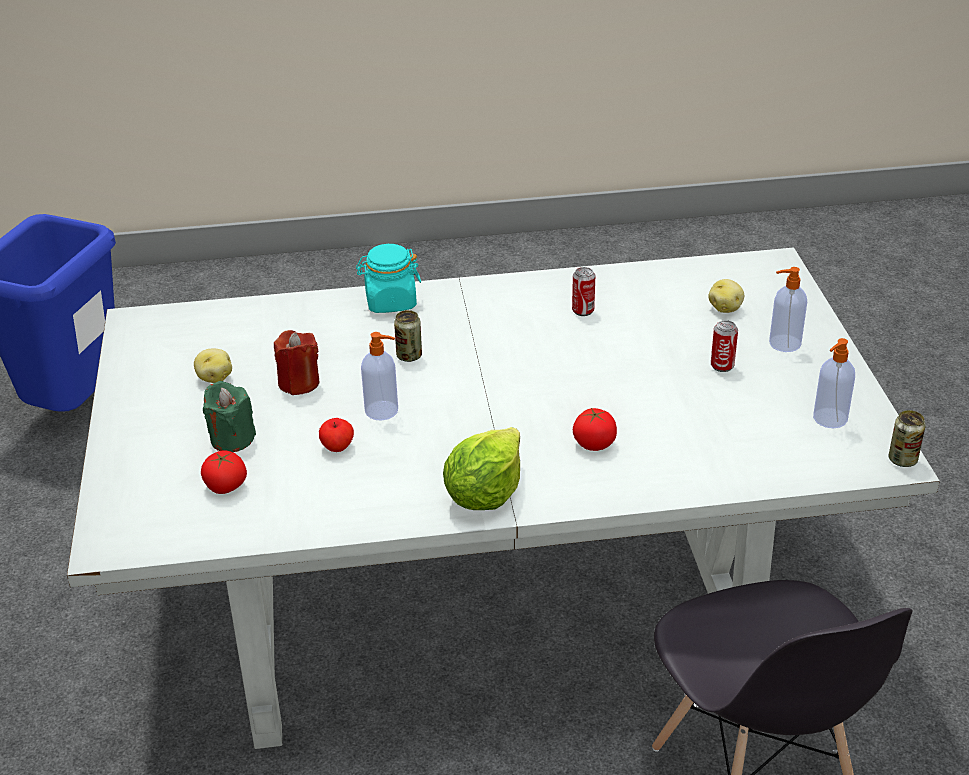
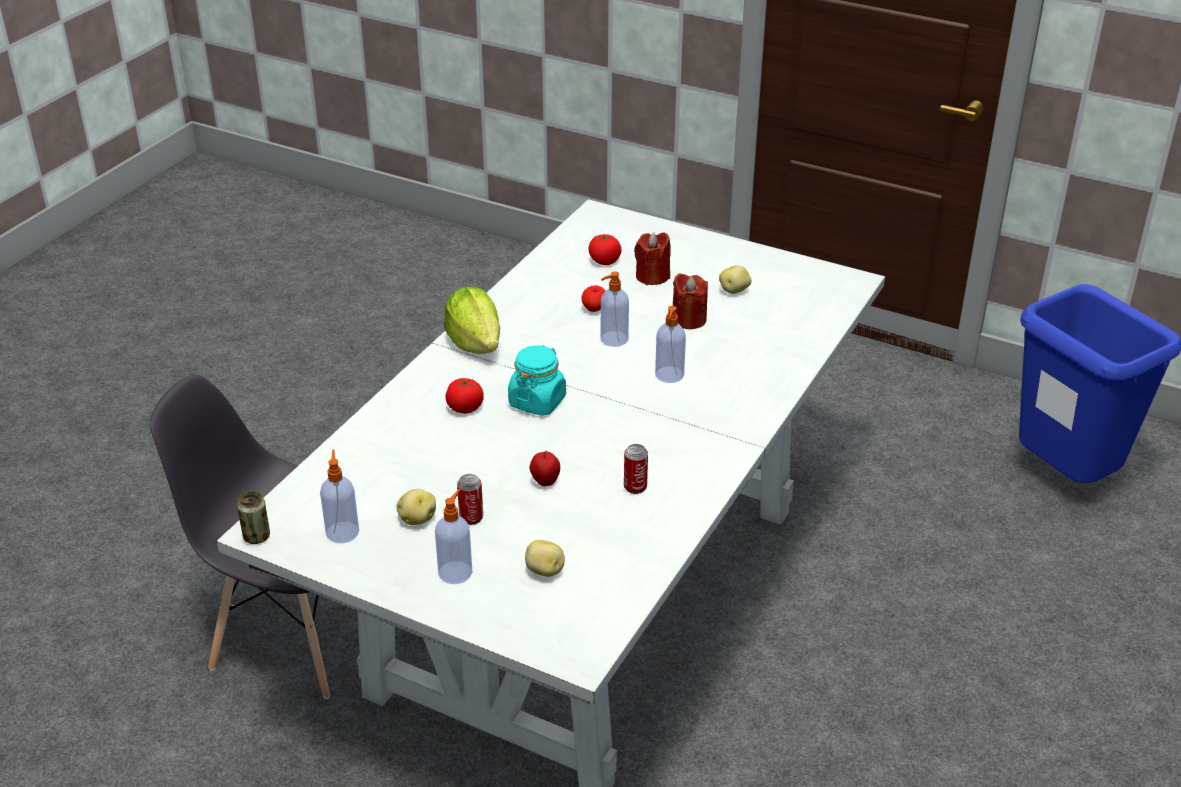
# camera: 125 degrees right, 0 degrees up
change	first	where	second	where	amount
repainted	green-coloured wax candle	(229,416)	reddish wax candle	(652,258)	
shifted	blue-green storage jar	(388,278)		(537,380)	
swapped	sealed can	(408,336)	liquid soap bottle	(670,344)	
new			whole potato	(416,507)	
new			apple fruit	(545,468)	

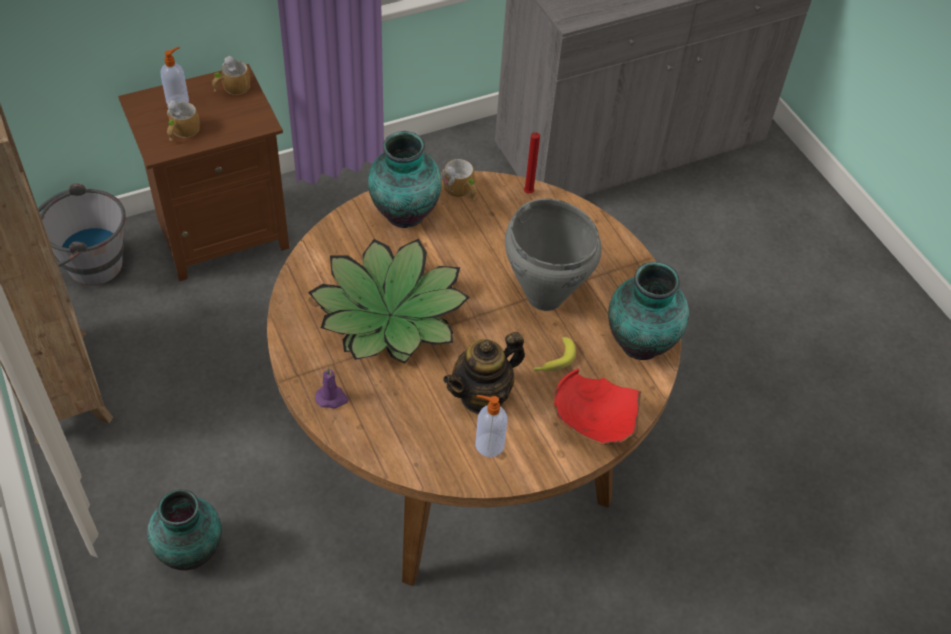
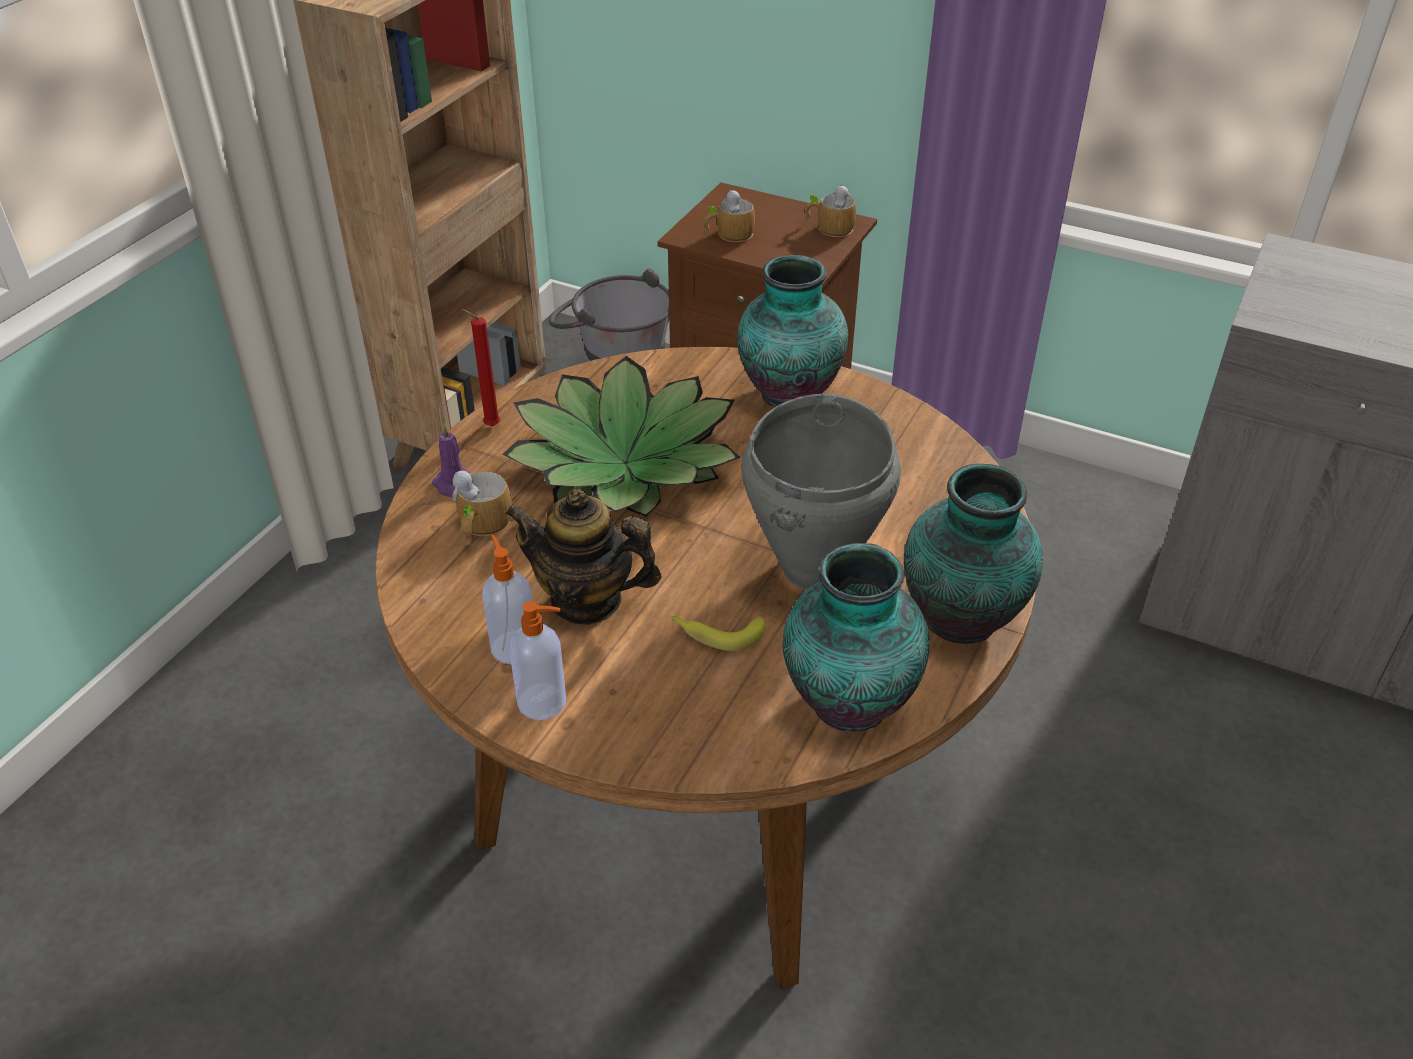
# camera: 55 degrees right, 10 degrees down
change	first	where	second	where	amount
shifted	vase	(184,529)		(973,554)	
shifted	liquid soap bottle	(175,76)		(538,660)	
shifted	tea mug	(459,180)		(482,508)	
shifted	reddish wax candle	(532,163)		(480,367)	
gone	reddish serving bowl	(597,407)			

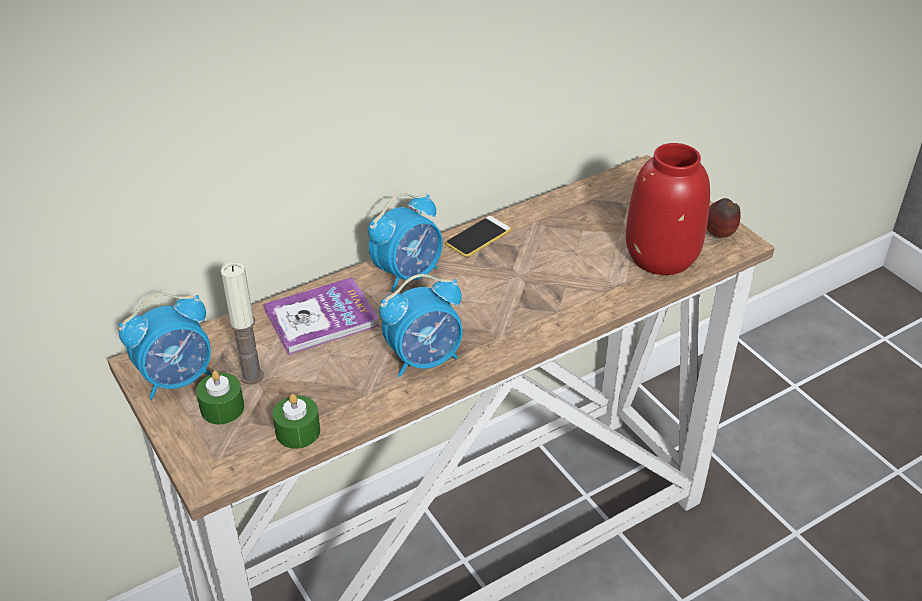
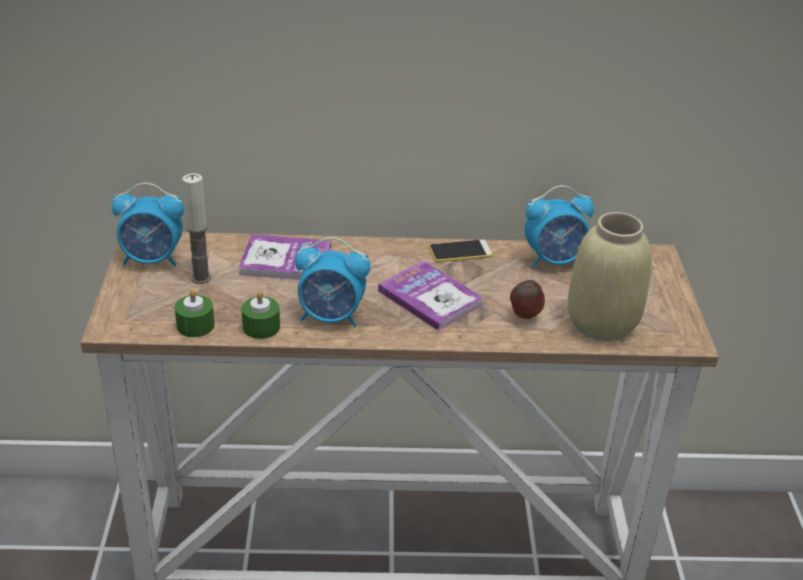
# camera: 30 degrees right, 5 degrees down
change	first	where	second	where	amount
shifted	green-coloured wax candle	(220,397)		(260,315)	
shifted	table clock	(405,243)		(559,227)	
repainted	reddish vase	(668,209)	beige vase	(610,276)	
shifted	apple fruit	(724,218)		(527,299)	
new			bound book	(431,296)	

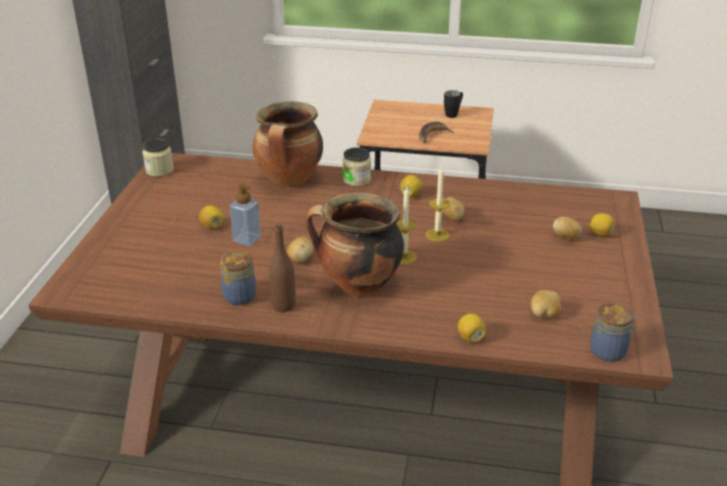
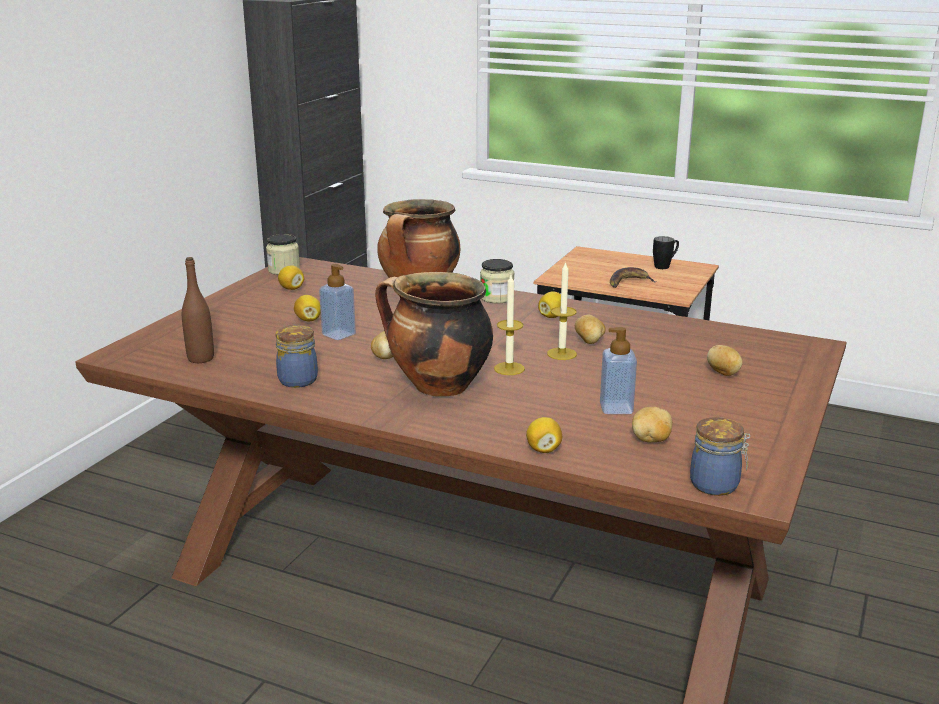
# camera: 15 degrees right, 10 degrees down
change	first	where	second	where	amount
shifted	brown drink bottle	(282,268)		(198,310)	
shifted	lemon	(602,225)		(291,278)	
new			liquid soap bottle	(618,370)	

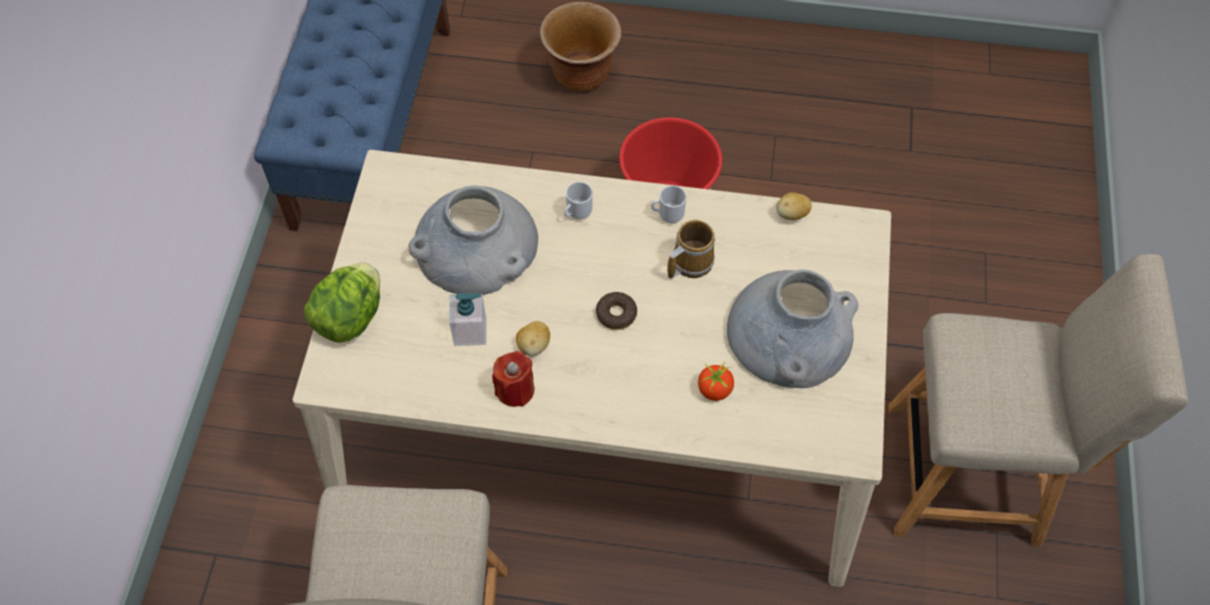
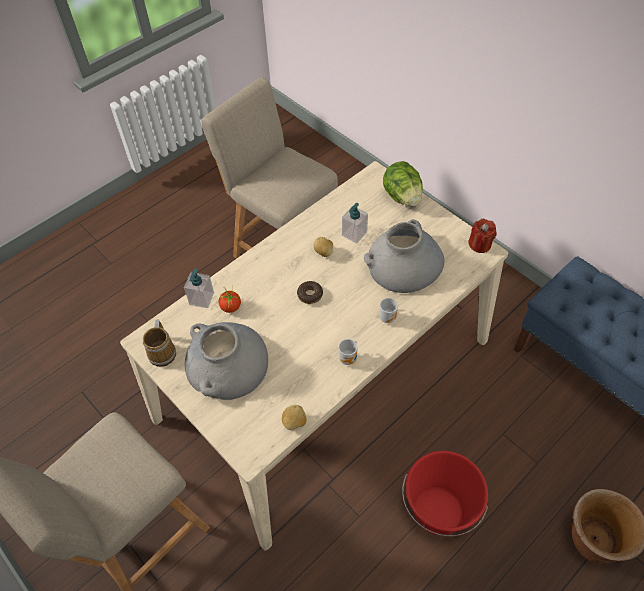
# camera: 130 degrees right, 5 degrees down
change	first	where	second	where	amount
shifted	reddish wax candle	(513,379)		(482,236)	
shifted	tea mug	(691,249)		(159,343)	
new			liquid soap bottle	(199,288)	

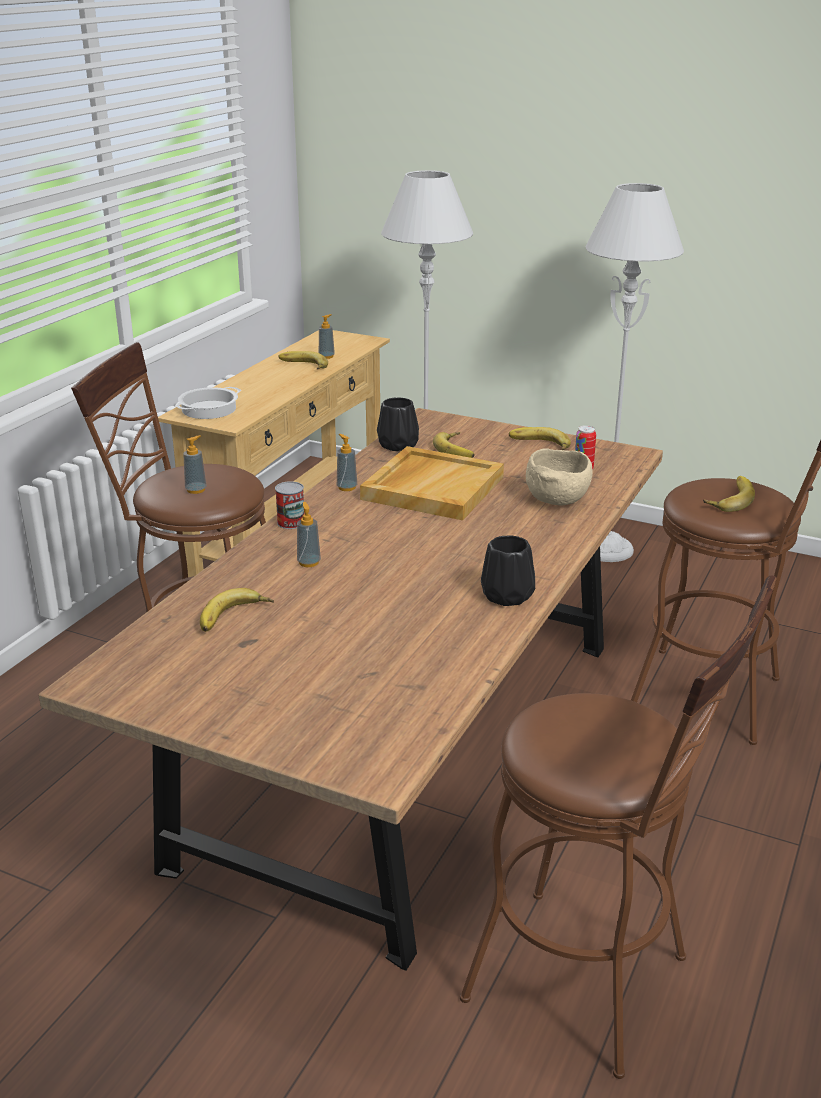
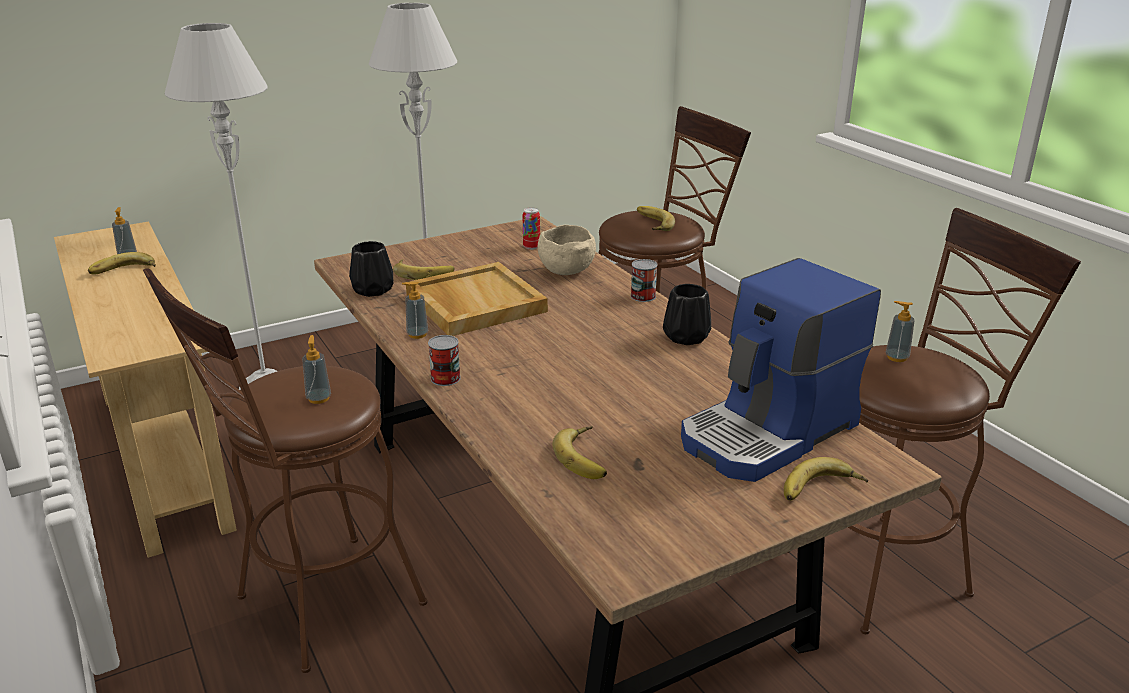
# camera: 55 degrees left, 0 degrees up
change	first	where	second	where	amount
gone	stockpot	(208,403)			
shifted	liquid soap bottle	(309,534)		(900,331)	
shifted	banana fruit	(540,438)		(826,479)	
new			sealed can	(644,280)	
new			coffee brewer	(781,370)	

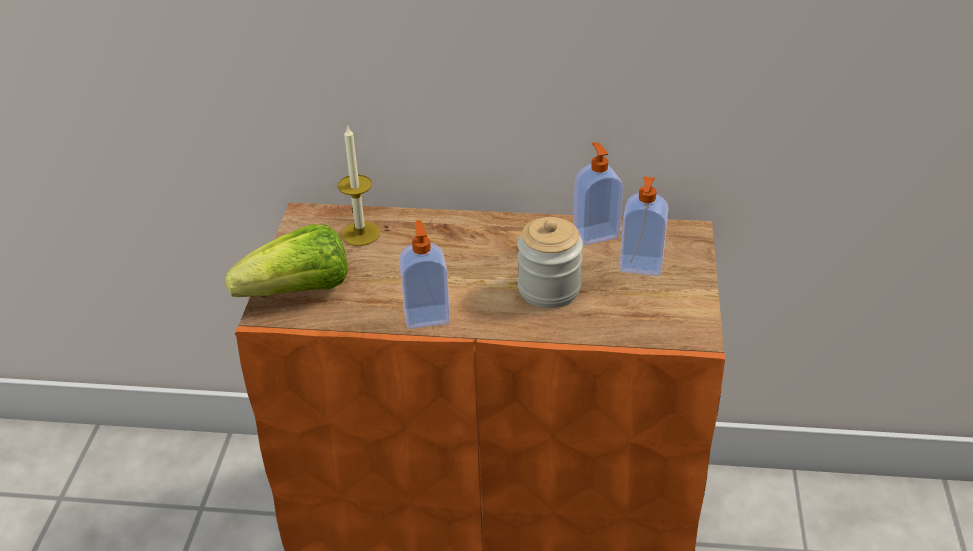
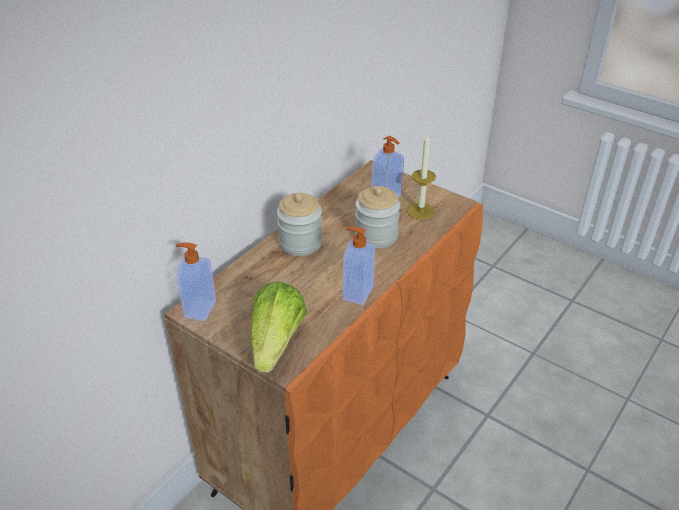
# camera: 60 degrees left, 0 degrees up
change	first	where	second	where	amount
shifted	wax candle	(359,185)		(421,176)	
shifted	liquid soap bottle	(598,193)		(196,282)	
new			storage jar	(299,224)	

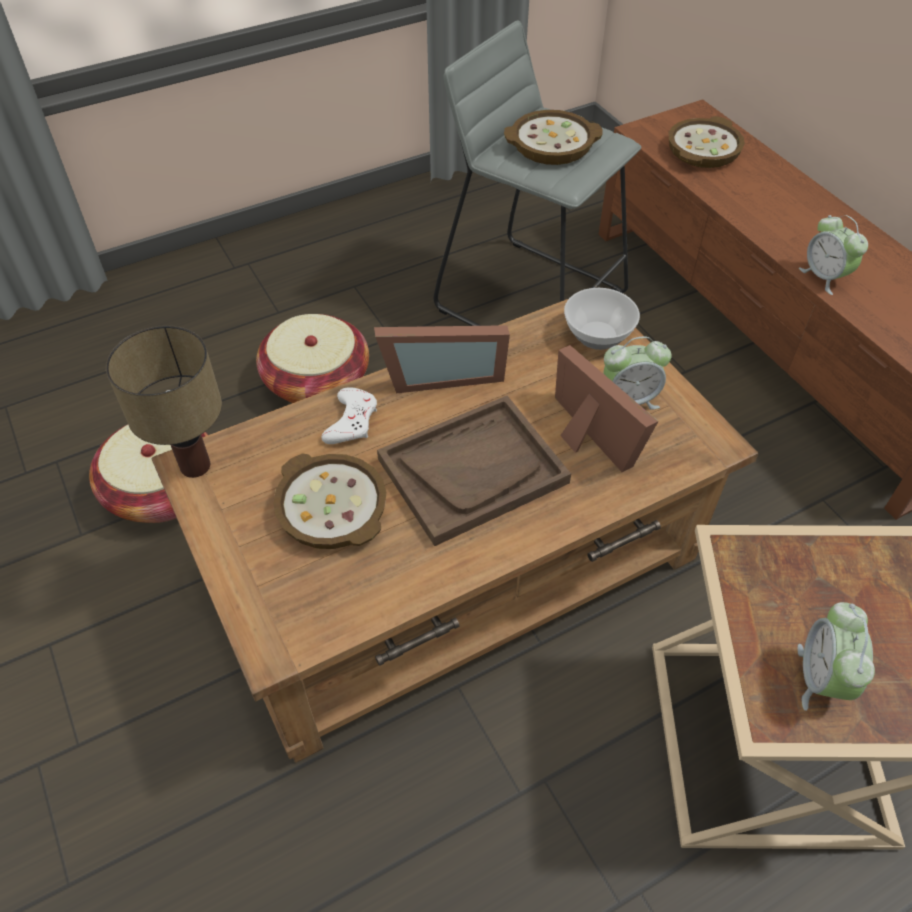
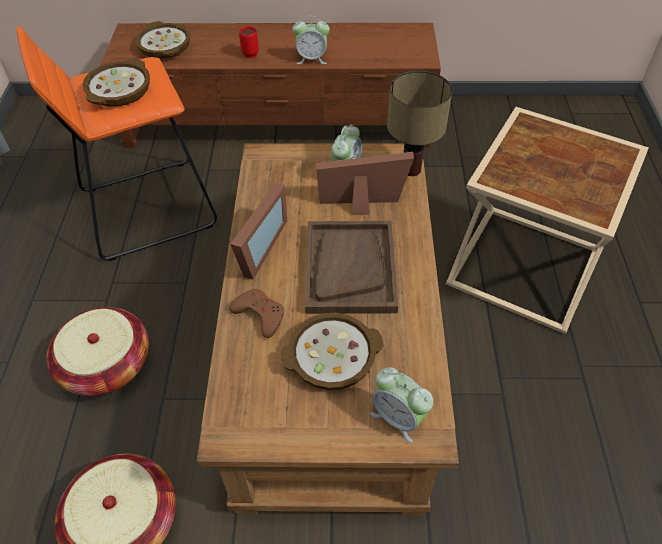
# camera: 60 degrees left, 0 degrees up
change	first	where	second	where	amount
shifted	table lamp	(164,401)		(419,123)	
repainted	white game controller	(349,415)	brown game controller	(256,313)	
repainted	greyish stool seat	(537,173)	orange stool seat	(116,143)	
gone	serving bowl	(602,319)			
shifted	table clock	(836,656)		(401,405)	
new			reddish tea mug	(249,42)	

